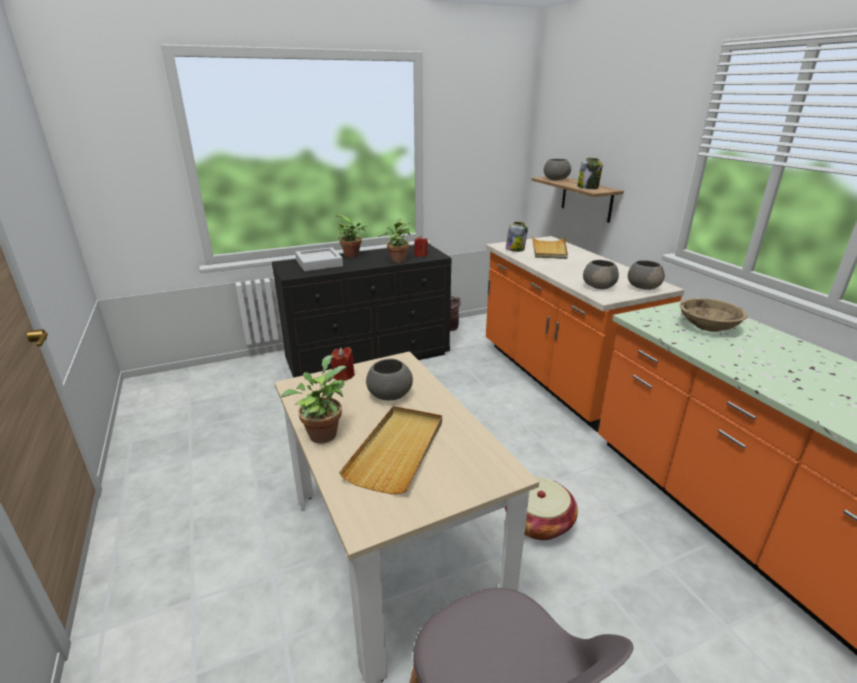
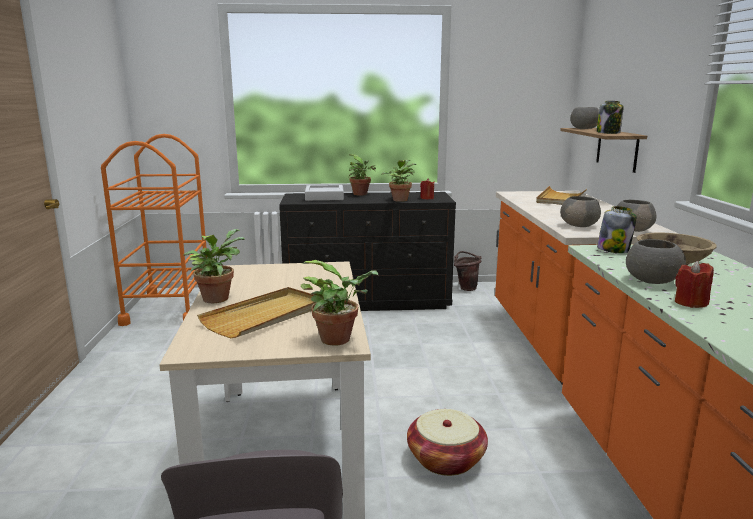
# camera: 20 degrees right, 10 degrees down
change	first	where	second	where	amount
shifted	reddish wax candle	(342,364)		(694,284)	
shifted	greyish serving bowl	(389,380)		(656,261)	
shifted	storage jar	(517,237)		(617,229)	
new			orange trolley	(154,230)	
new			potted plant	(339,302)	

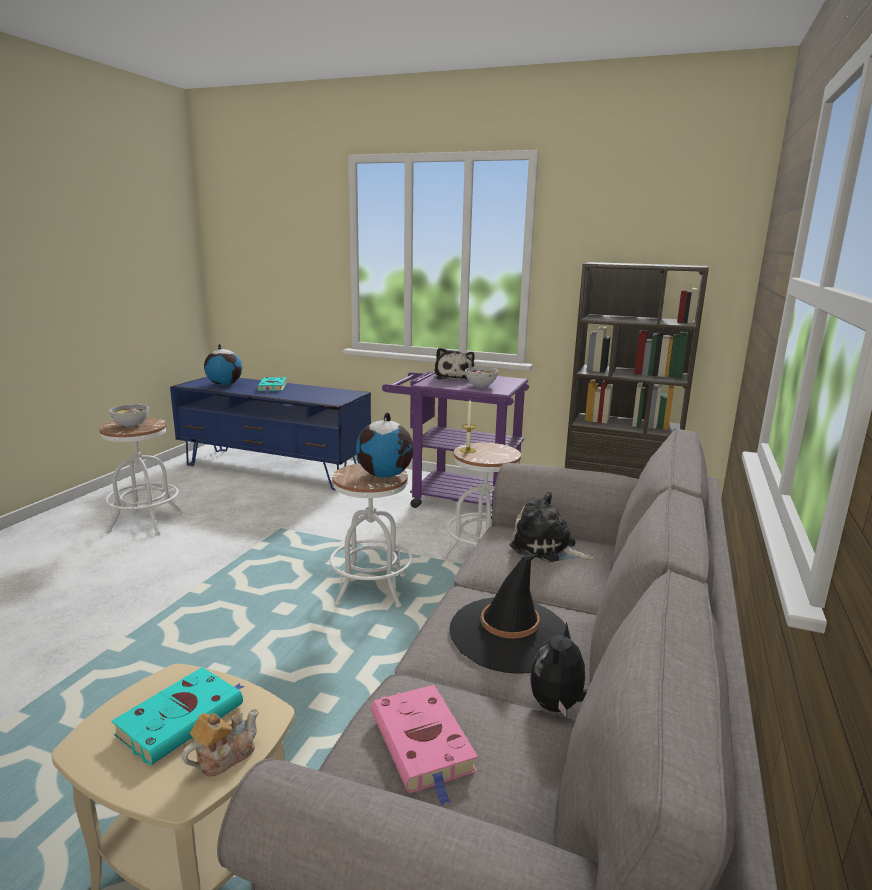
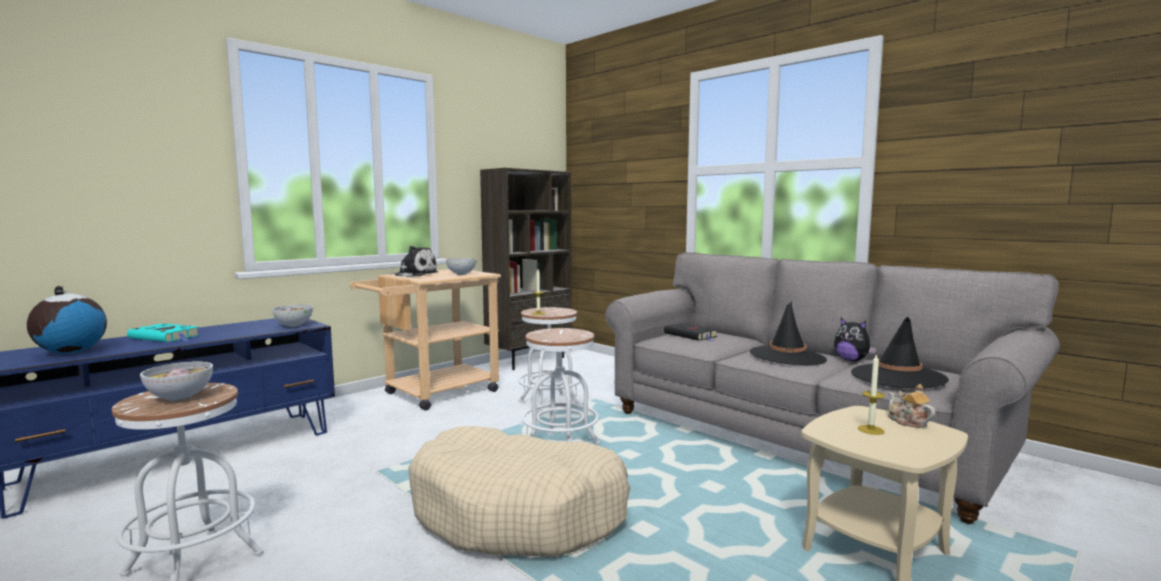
# camera: 65 degrees left, 10 degrees down
change	first	where	second	where	amount
swapped	blue-green bound book	(178,716)	wax candle	(871,394)	
gone	globe	(385,445)			
swapped	pinkish bound book	(424,745)	black-coloured wearable hat	(900,352)	
repainted	purple-coloured trolley	(455,445)	beige trolley	(425,340)	
swapped	plush toy	(551,526)	black-coloured bound book	(690,332)	
new			serving bowl	(292,316)	
new			beige pet bed	(519,491)	

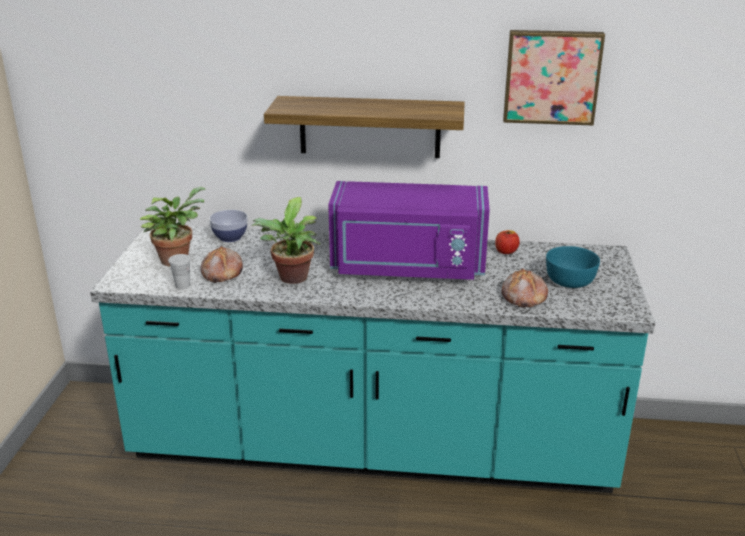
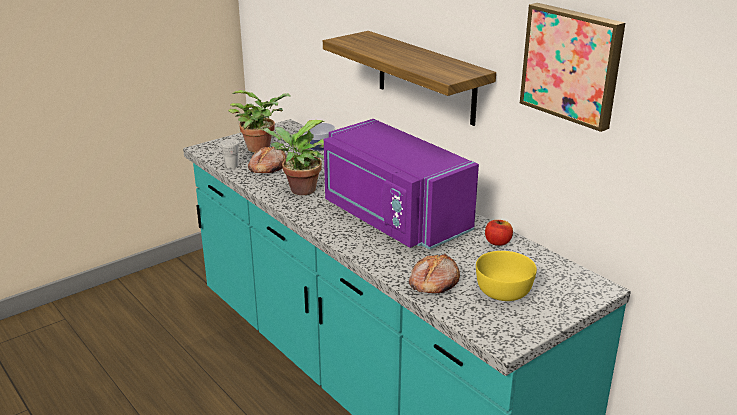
# camera: 45 degrees right, 0 degrees up
change	first	where	second	where	amount
repainted	blue-green serving bowl	(573,267)	yellow-coloured serving bowl	(506,276)	

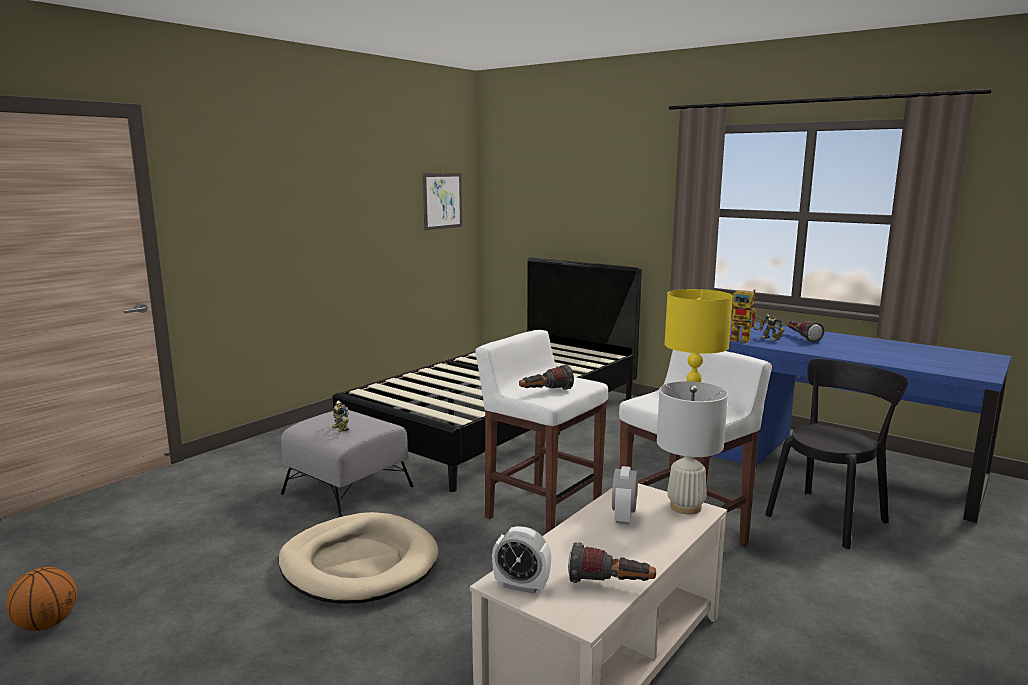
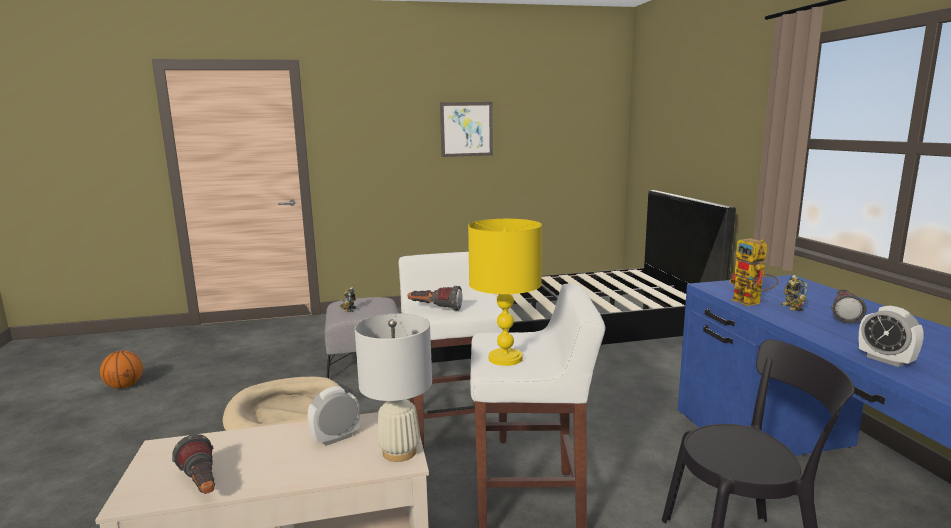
# camera: 40 degrees right, 0 degrees up
change	first	where	second	where	amount
shifted	wall picture	(442,201)		(466,129)	
shifted	table clock	(521,560)		(891,336)	

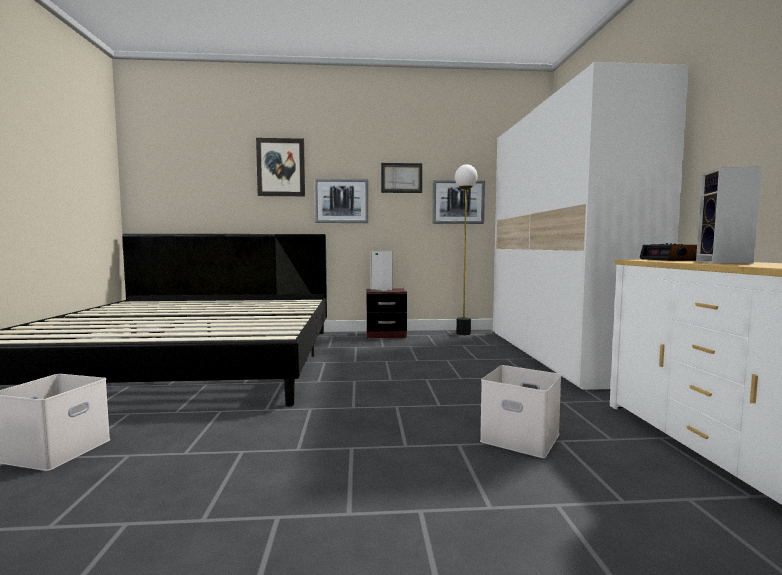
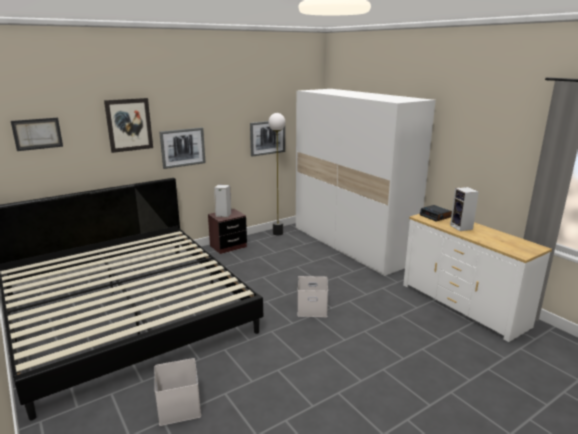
# camera: 30 degrees left, 15 degrees up
change	first	where	second	where	amount
shifted	wall picture	(401,178)		(37,134)	
shifted	white storage bin	(521,411)		(312,296)	

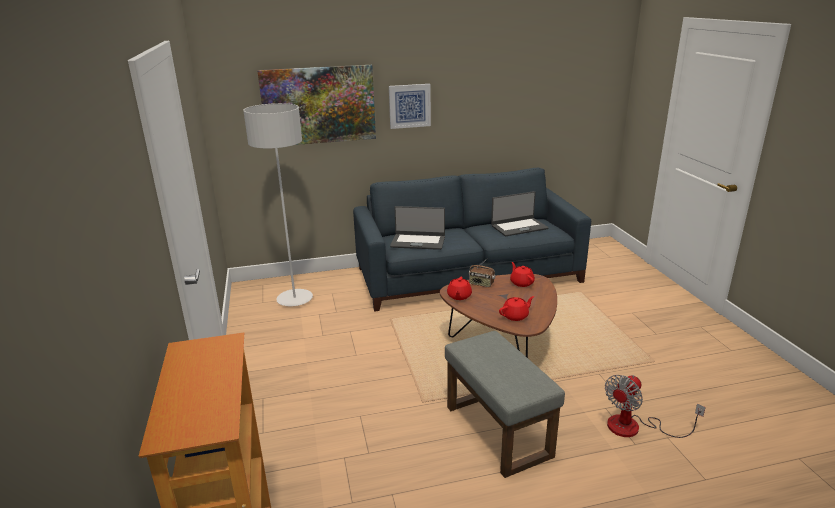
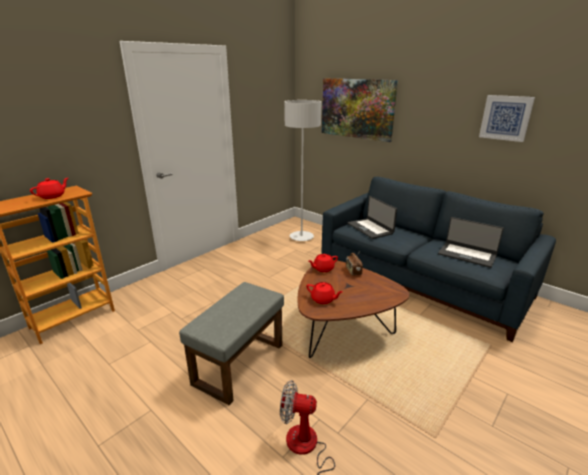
# camera: 55 degrees right, 0 degrees up
change	first	where	second	where	amount
shifted	wall picture	(410,106)		(507,118)	
shifted	reddish tea pot	(522,274)		(49,188)	

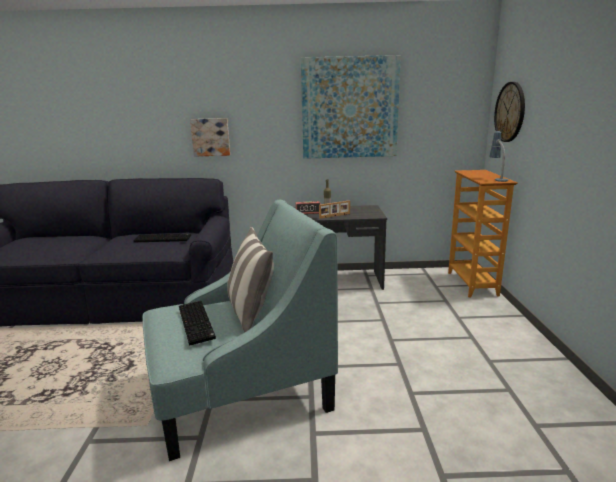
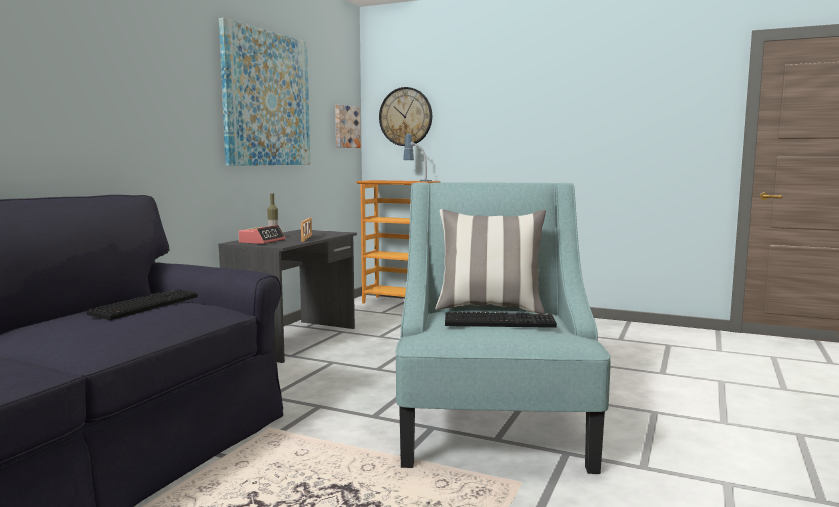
# camera: 65 degrees left, 10 degrees down
change	first	where	second	where	amount
shifted	wall picture	(210,137)		(348,126)	

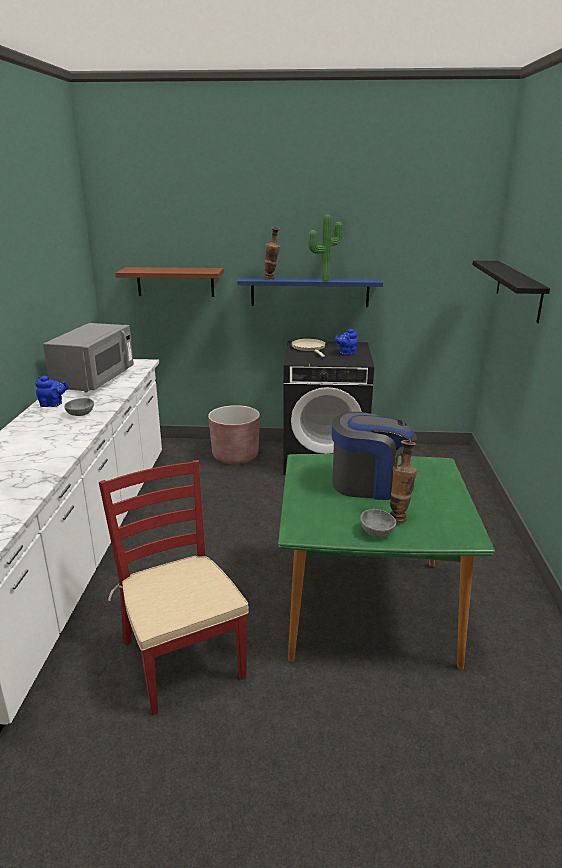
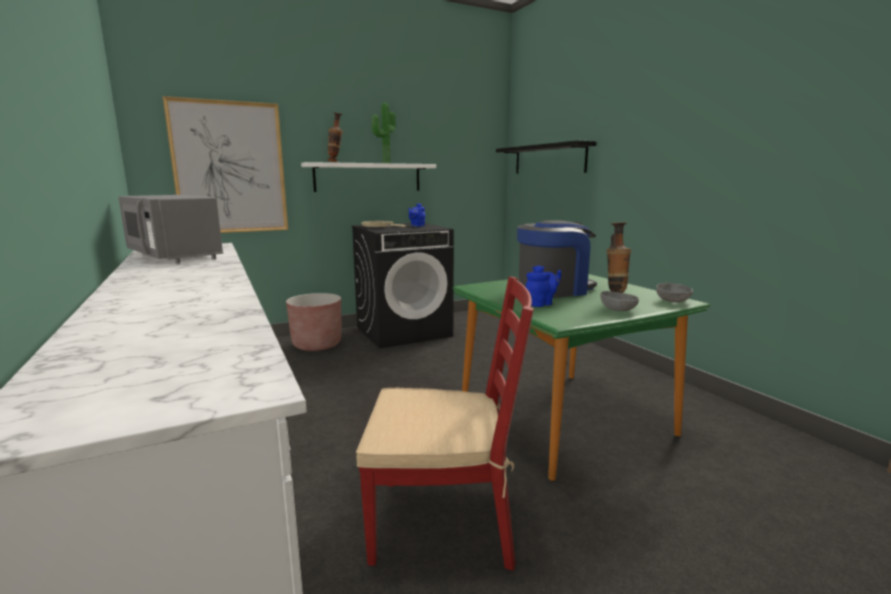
# camera: 30 degrees left, 10 degrees down
change	first	where	second	where	amount
shifted	blue-coloured tea pot	(52,391)		(543,286)	
rotated	greyish microwave	(88,358)		(171,229)	150 degrees clockwise
shifted	greyish serving bowl	(79,407)		(674,293)	
rotated	reddish chair	(174,587)		(445,423)	150 degrees clockwise
swapped	brown shelf	(169,282)	wall picture	(225,164)	
repainted	blue-coloured shelf	(310,292)	white shelf	(368,177)	

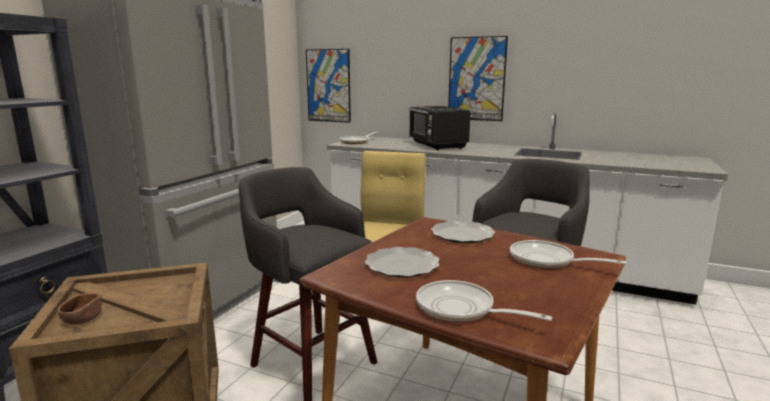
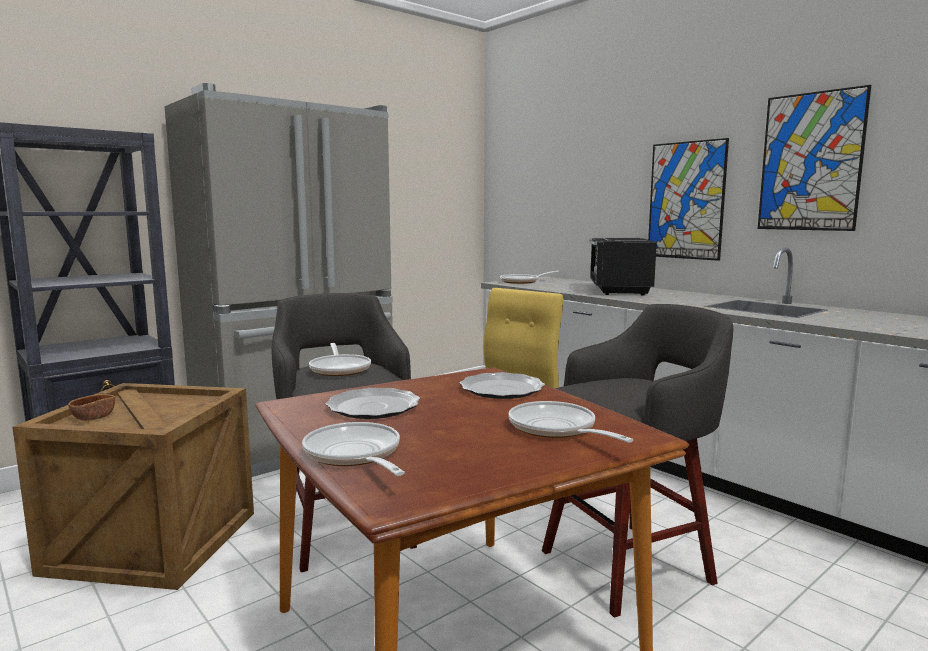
# camera: 25 degrees right, 5 degrees down
change	first	where	second	where	amount
shifted	wall picture	(328,86)		(814,158)	
new			pan	(340,359)	

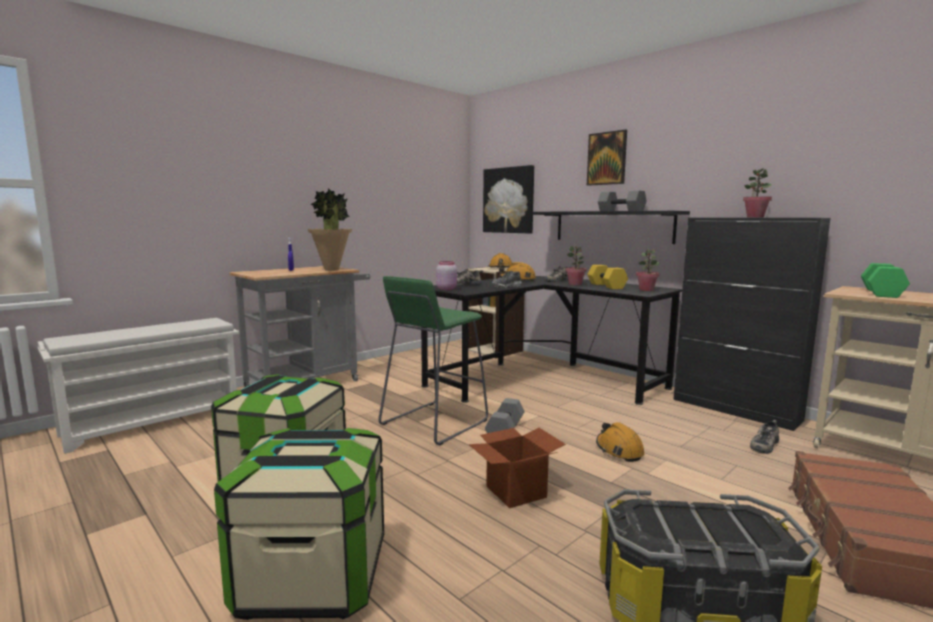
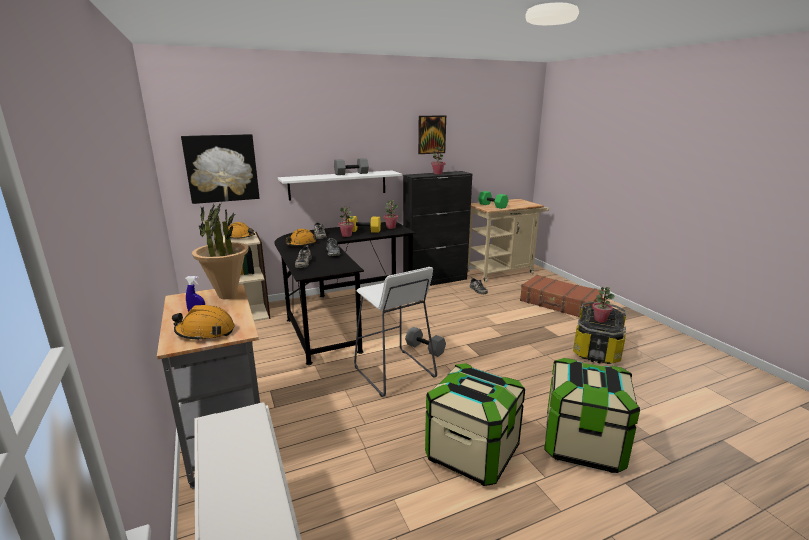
# camera: 70 degrees left, 10 degrees up
change	first	where	second	where	amount
repainted	green-coloured stool seat	(433,360)	white stool seat	(395,332)	
gone	pinkish storage jar	(446,275)			
gone	cardboard box	(517,468)			
repainted	black-coloured shelf	(611,227)	white shelf	(340,185)	
shifted	wall picture	(607,157)		(432,134)	
shifted	orange safety helmet	(620,442)		(203,323)	
new			potted plant	(603,305)	

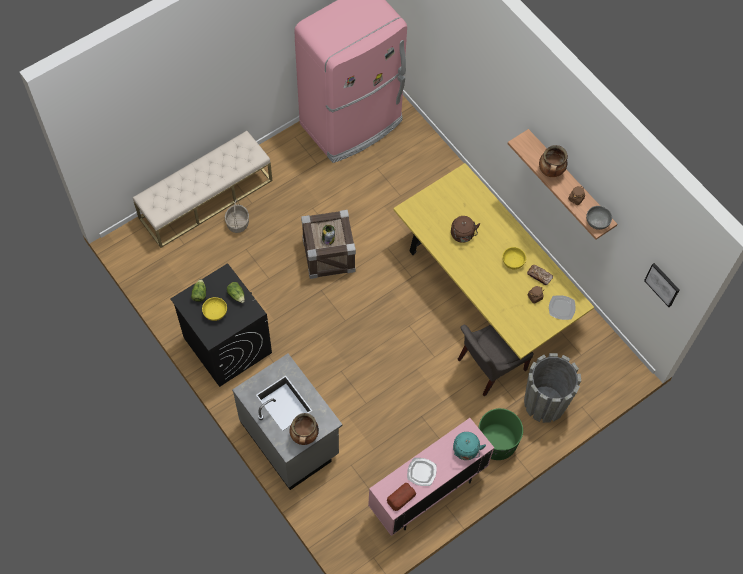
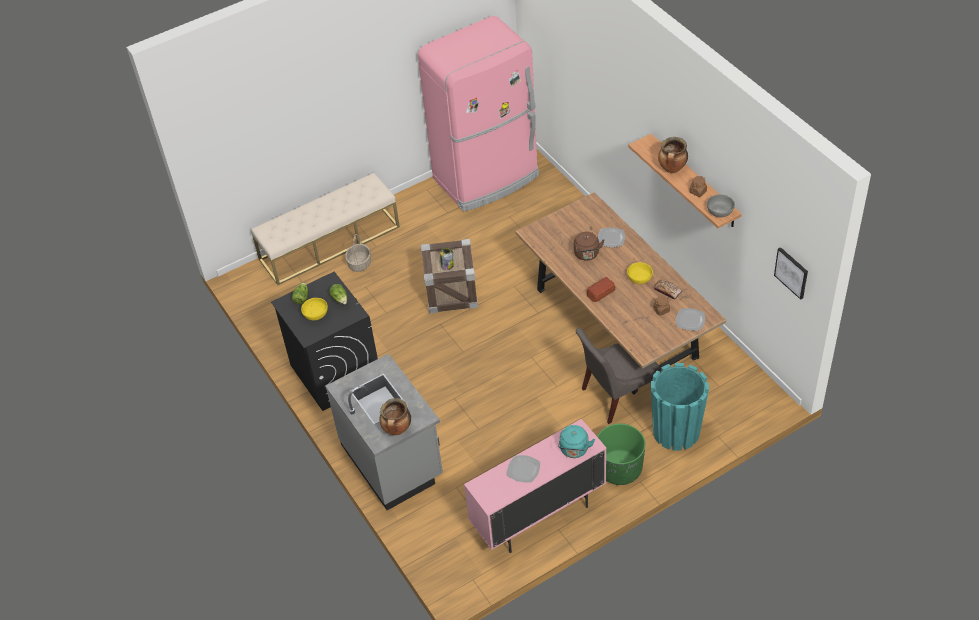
# camera: 10 degrees right, 15 degrees down
change	first	where	second	where	amount
shifted	bread	(401,497)		(601,289)	
repainted	yellow-coloured dining table	(493,261)	brown dining table	(620,293)	
repainted	greyish flower pot	(552,388)	blue-green flower pot	(680,407)	
new			flat dish	(611,237)	

